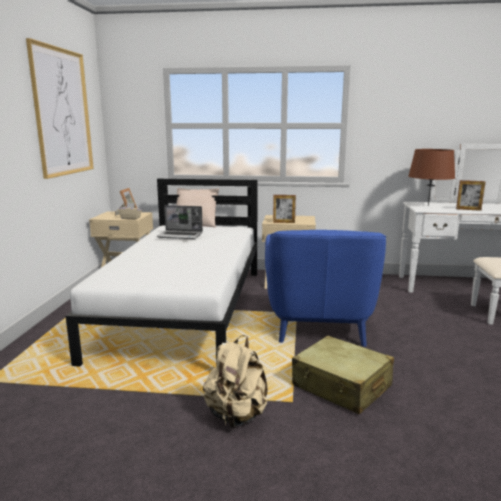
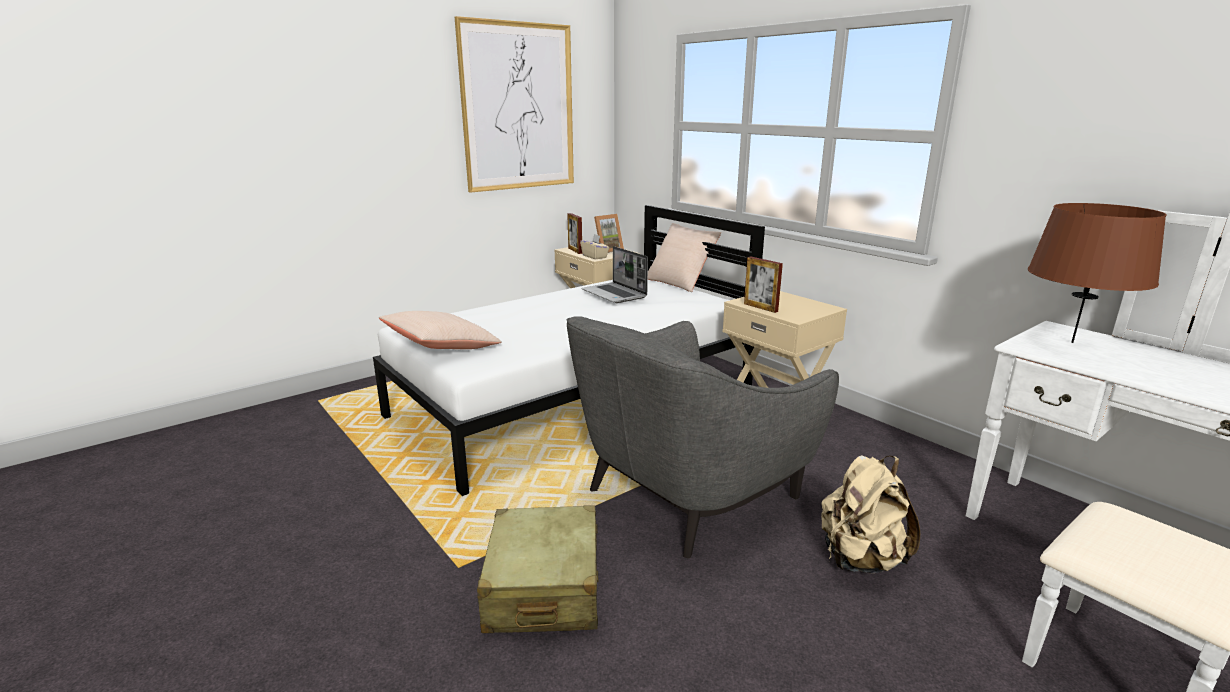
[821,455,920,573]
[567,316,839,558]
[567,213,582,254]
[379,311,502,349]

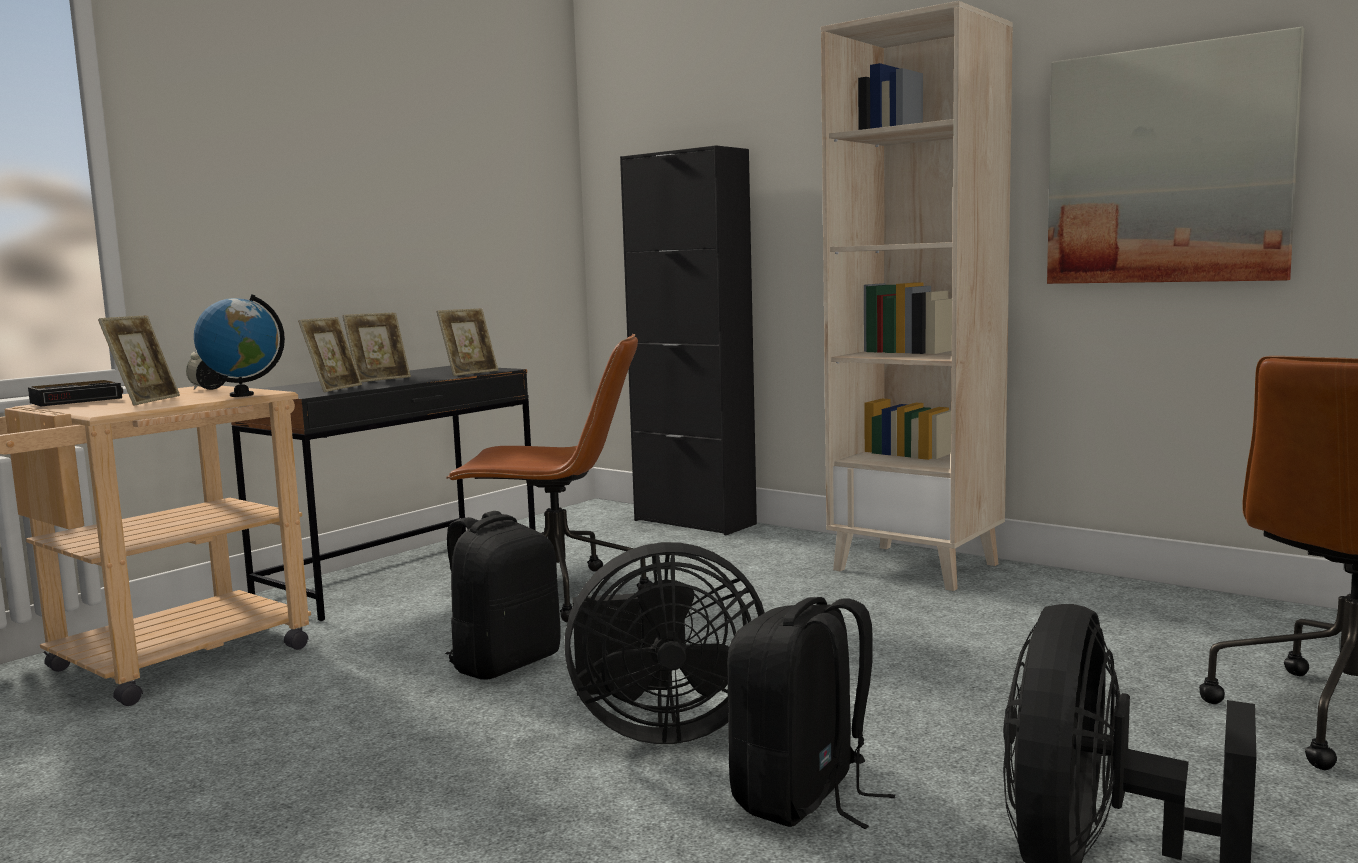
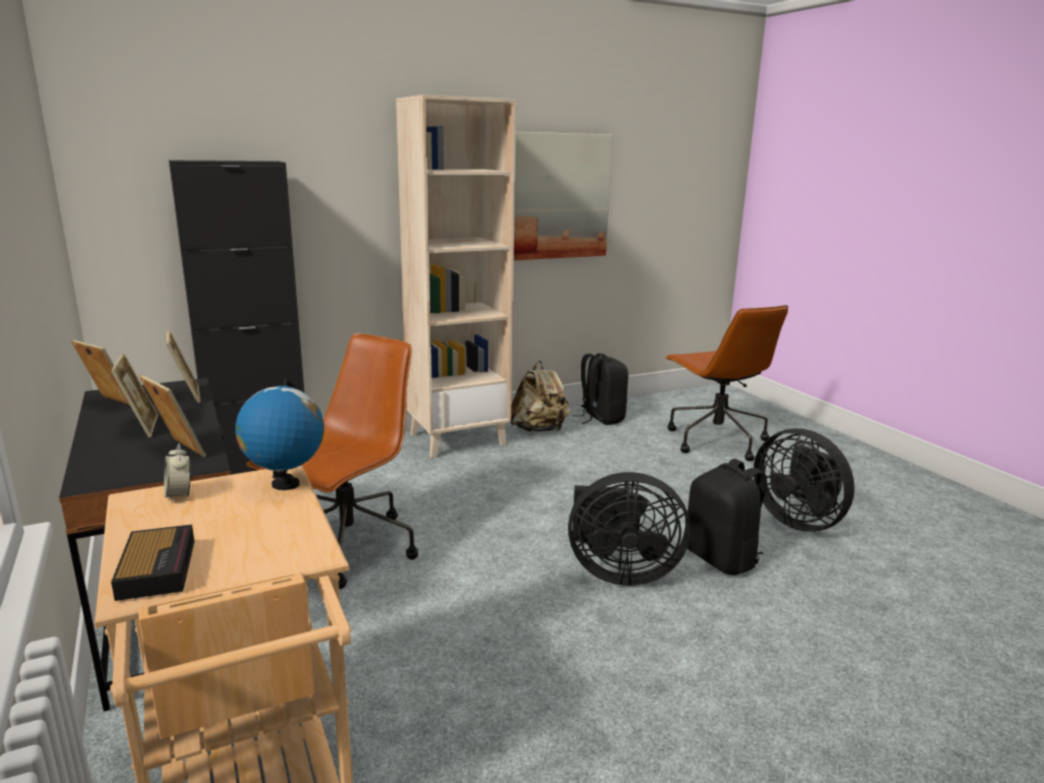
[71,340,130,405]
[572,353,628,425]
[568,472,690,586]
[510,361,571,432]

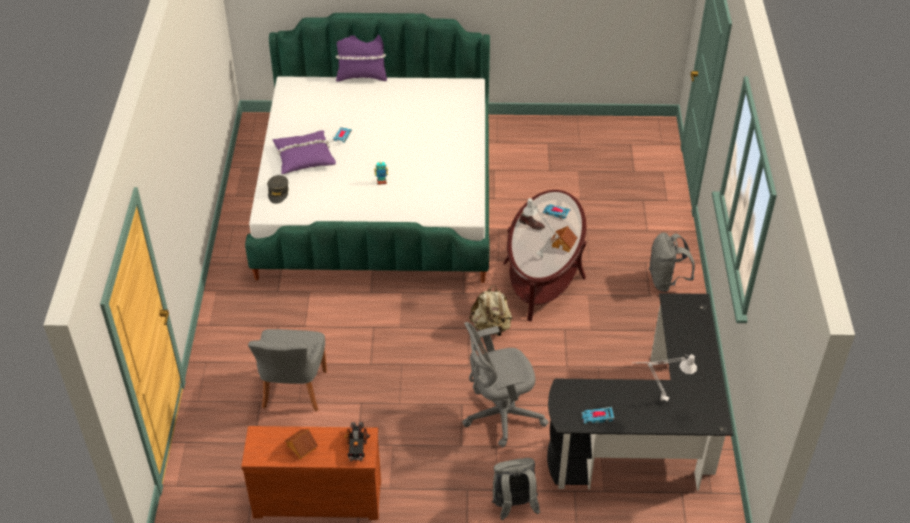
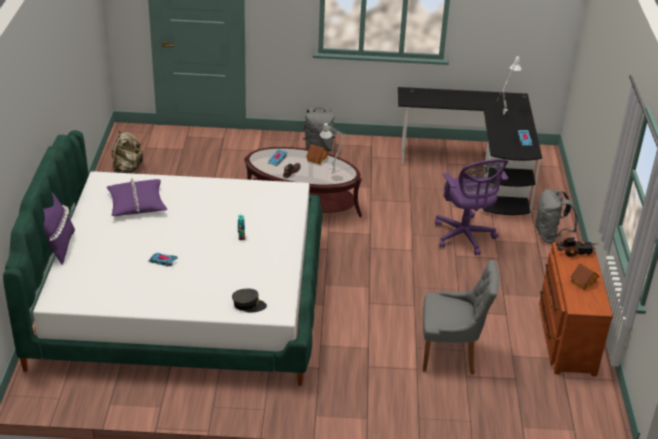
[107,178,167,216]
[435,159,508,255]
[111,131,144,173]

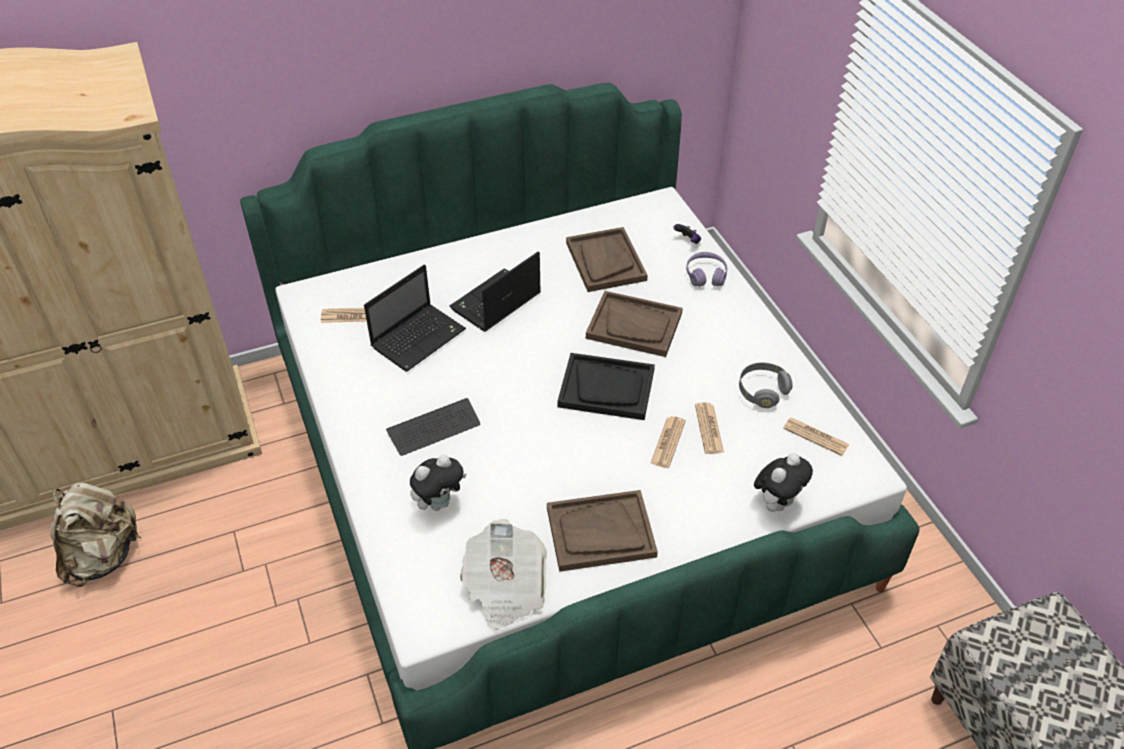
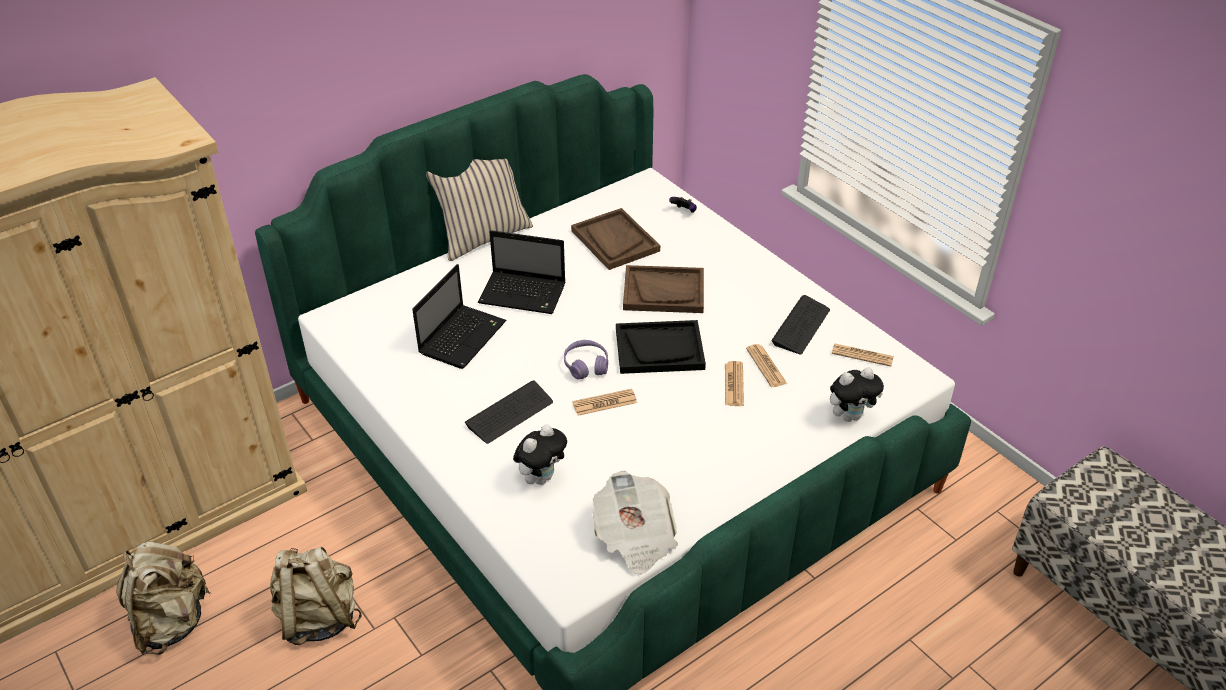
[572,389,637,416]
[478,230,565,314]
[547,490,658,572] (first image)
[564,340,608,380]
[771,295,830,355]
[830,368,884,422]
[270,547,362,645]
[426,159,533,261]

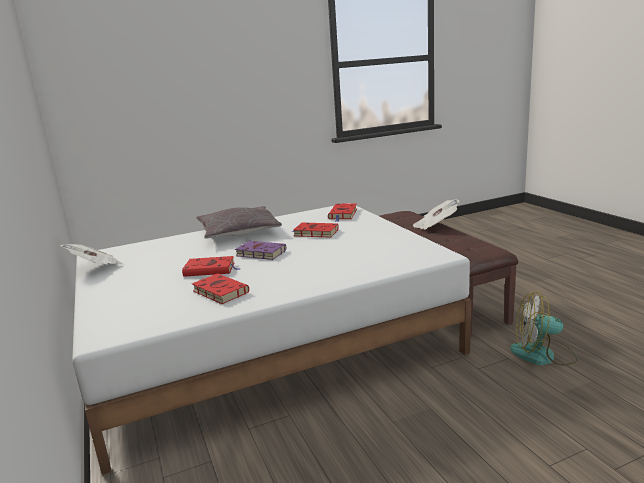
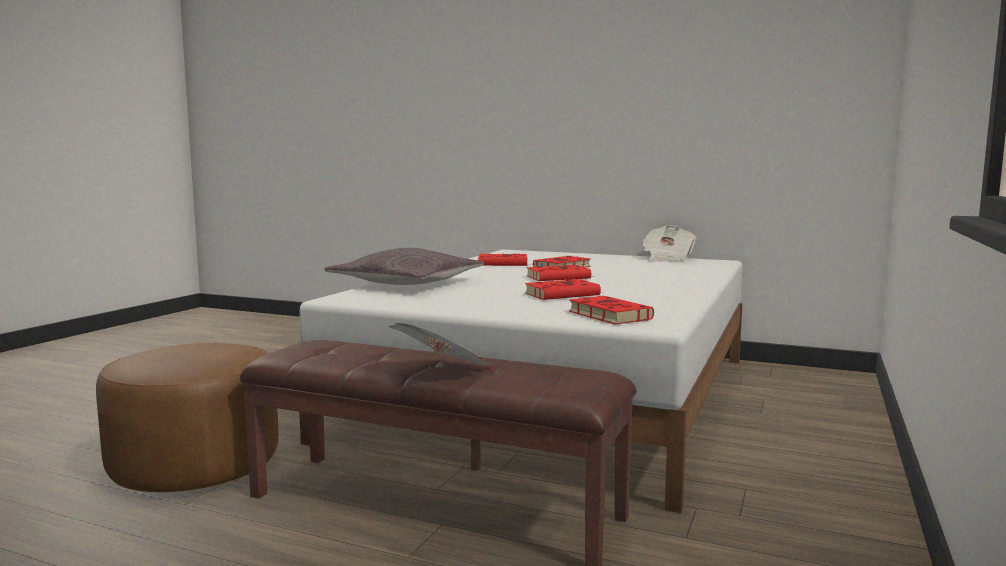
[325,248,484,285]
[527,265,594,281]
[96,343,279,492]

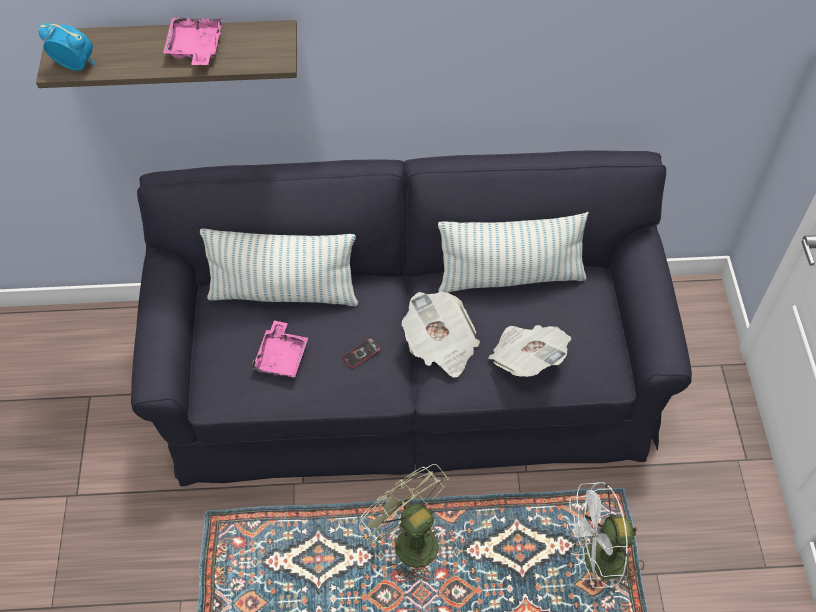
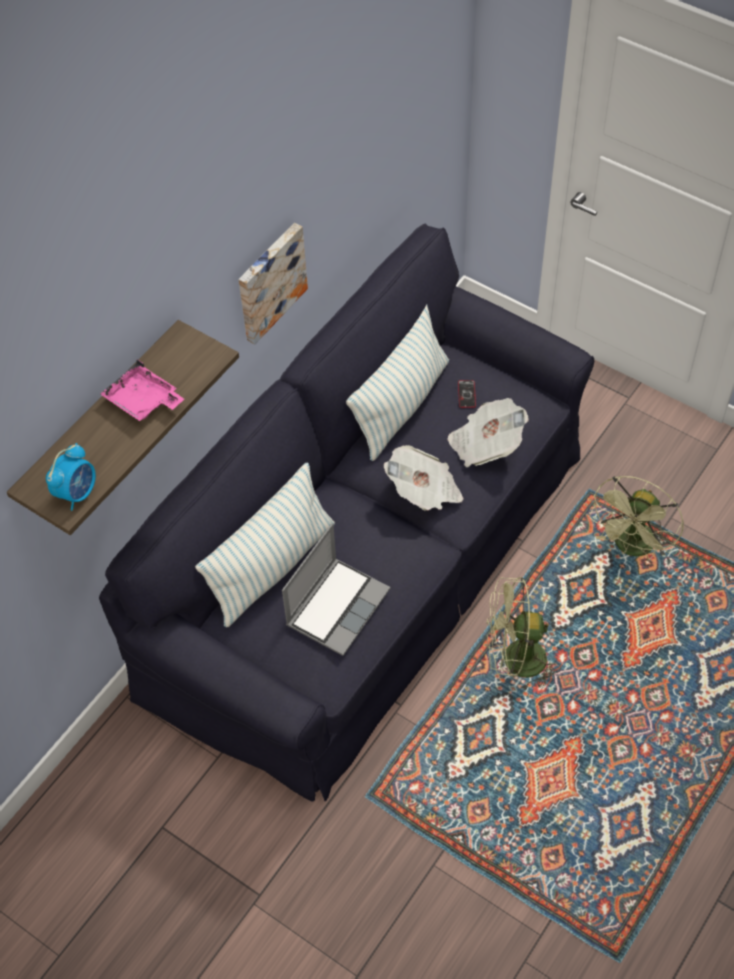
[46,443,96,511]
[282,523,390,656]
[458,380,476,408]
[589,476,684,560]
[238,223,308,344]

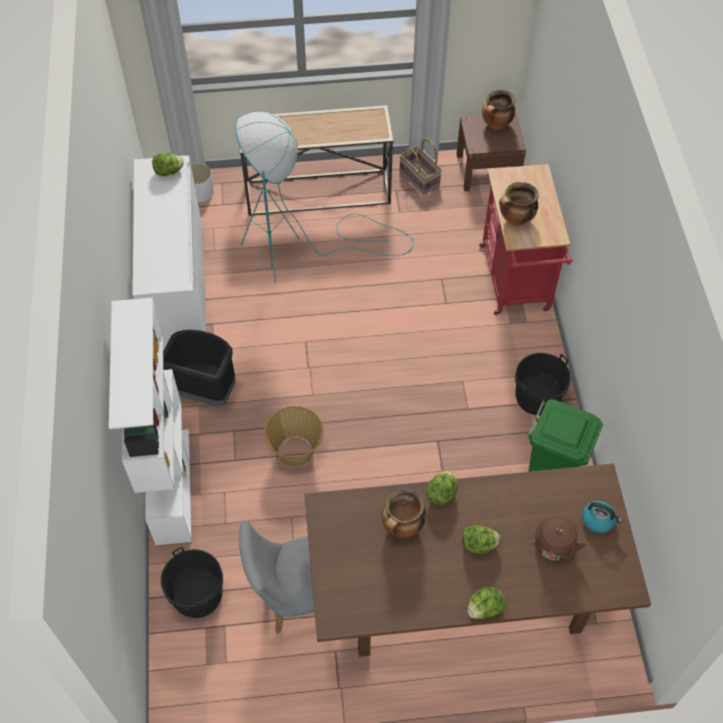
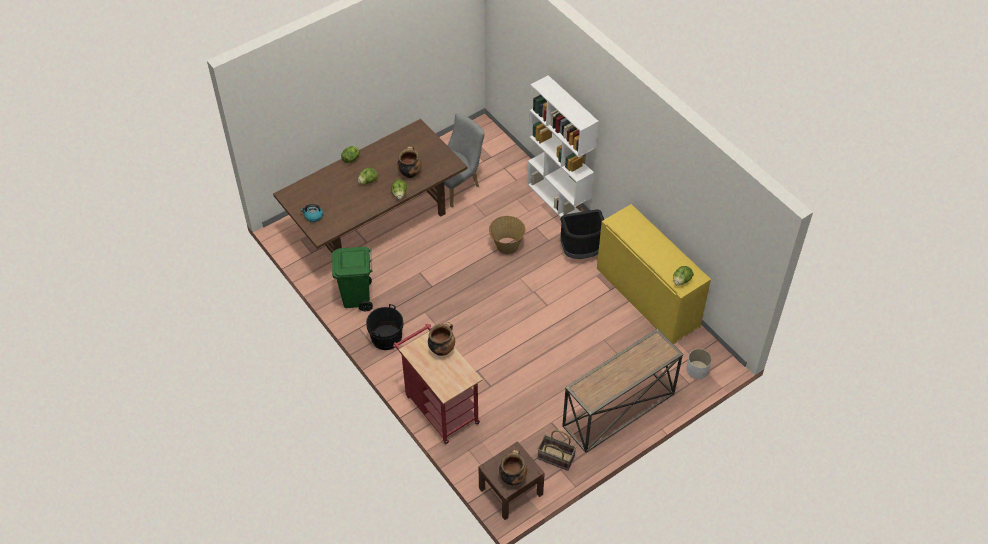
[597,204,711,344]
[160,547,223,618] (first image)
[235,111,414,283] (first image)
[534,516,586,561] (first image)

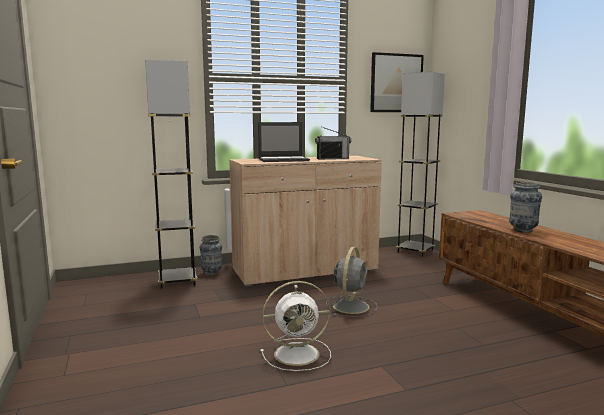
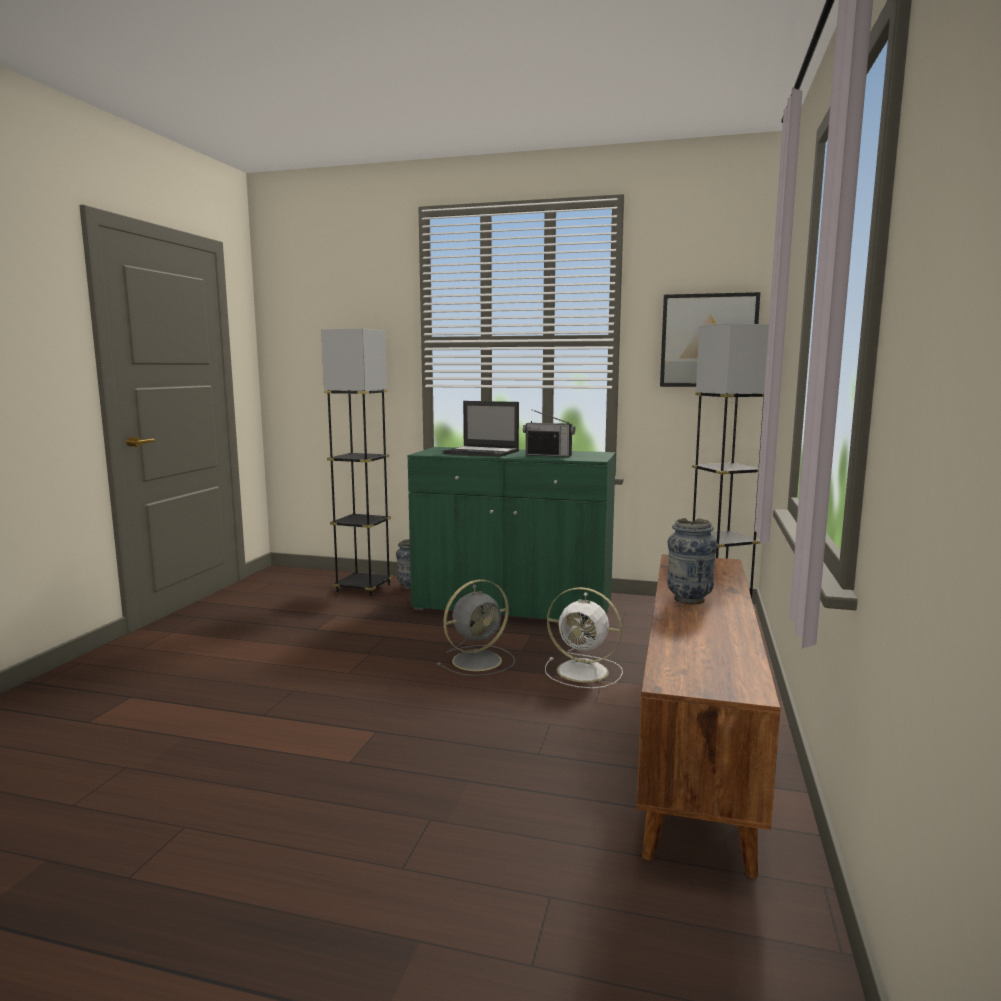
[407,447,616,620]
[545,587,623,689]

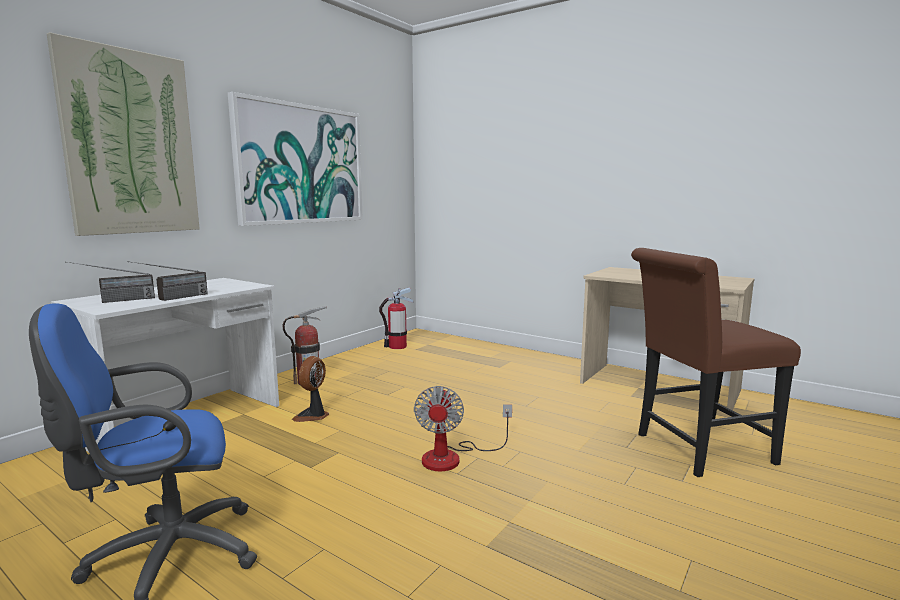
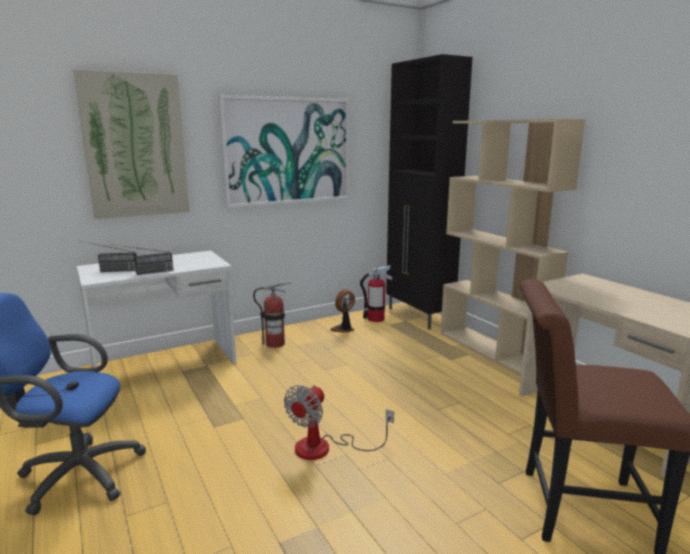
[330,289,355,333]
[386,54,473,329]
[440,119,585,375]

